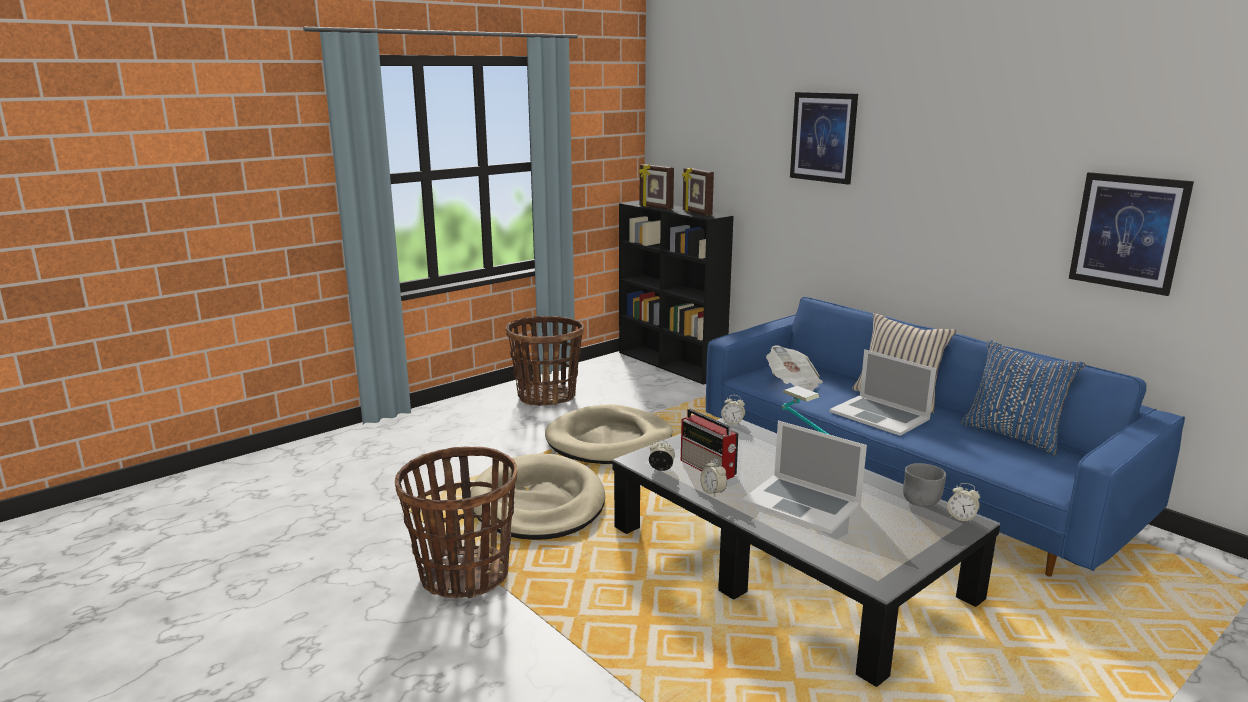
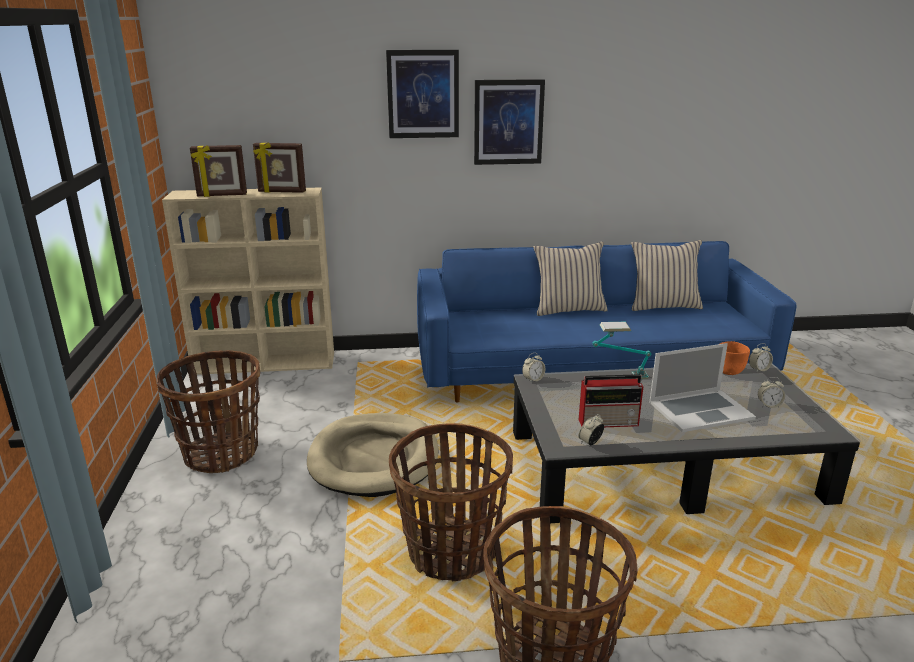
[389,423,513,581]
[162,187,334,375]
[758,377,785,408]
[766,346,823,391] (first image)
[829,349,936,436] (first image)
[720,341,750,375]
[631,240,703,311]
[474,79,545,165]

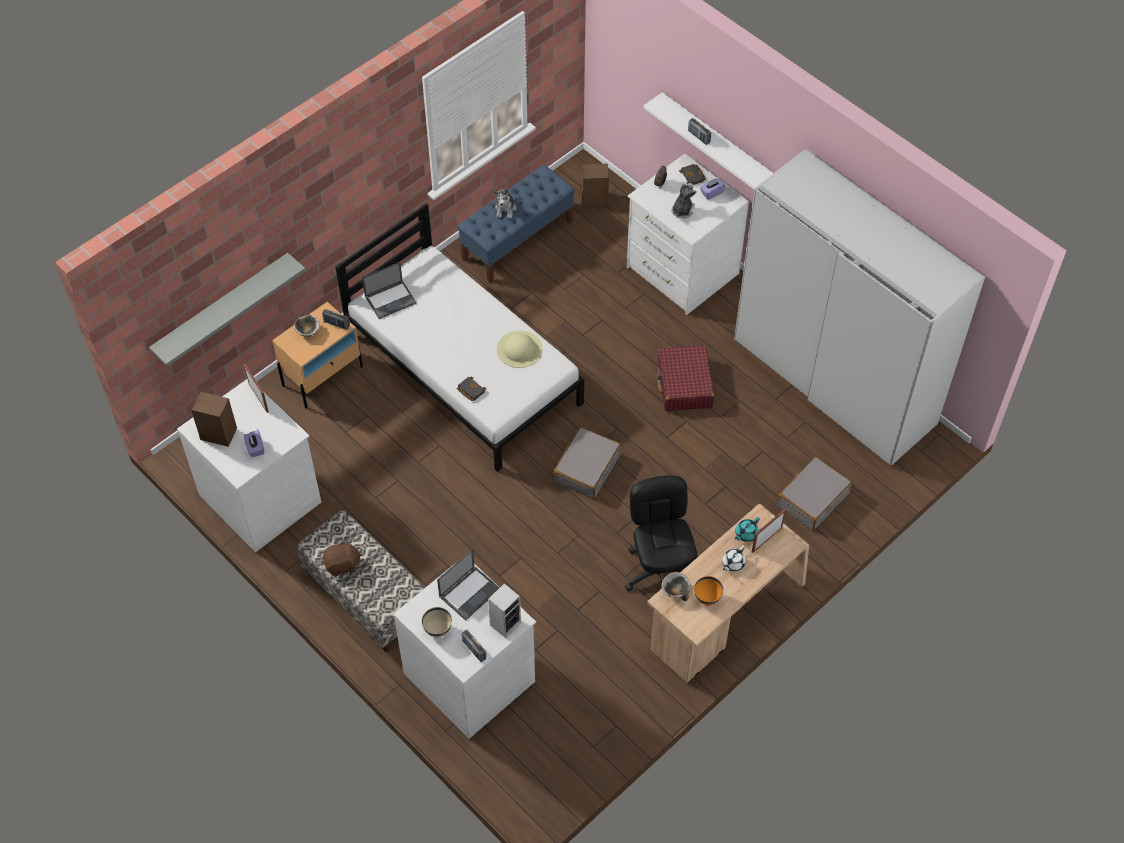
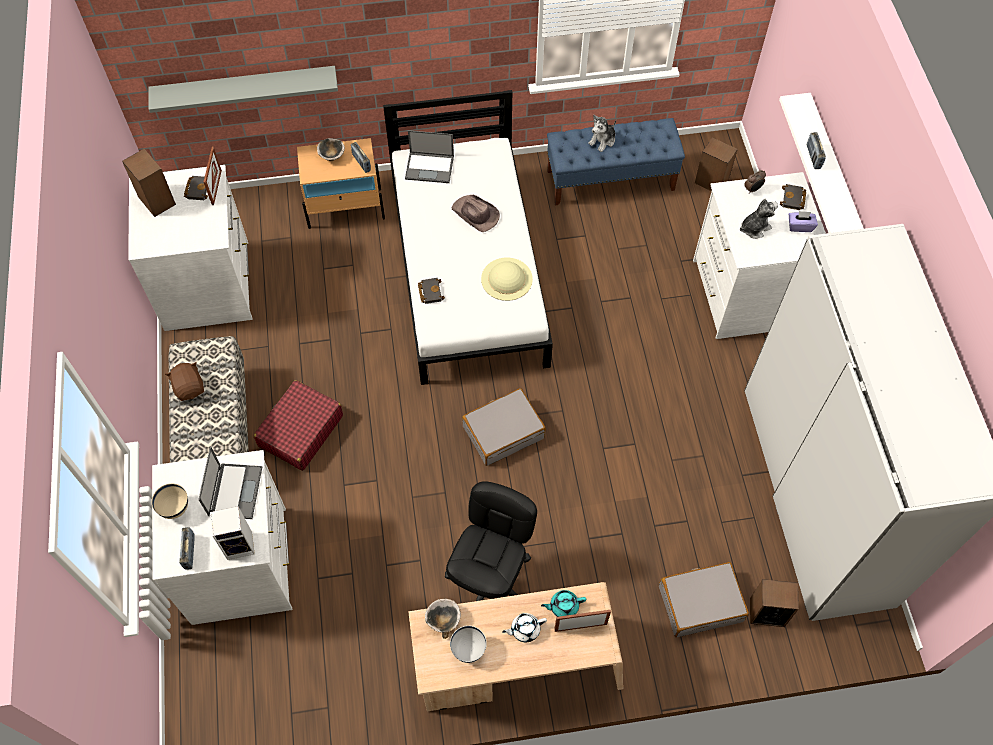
[244,429,264,457] (first image)
[165,362,204,401]
[198,447,262,519]
[254,380,343,471]
[450,626,487,663]
[184,176,208,200]
[452,195,500,232]
[750,579,799,627]

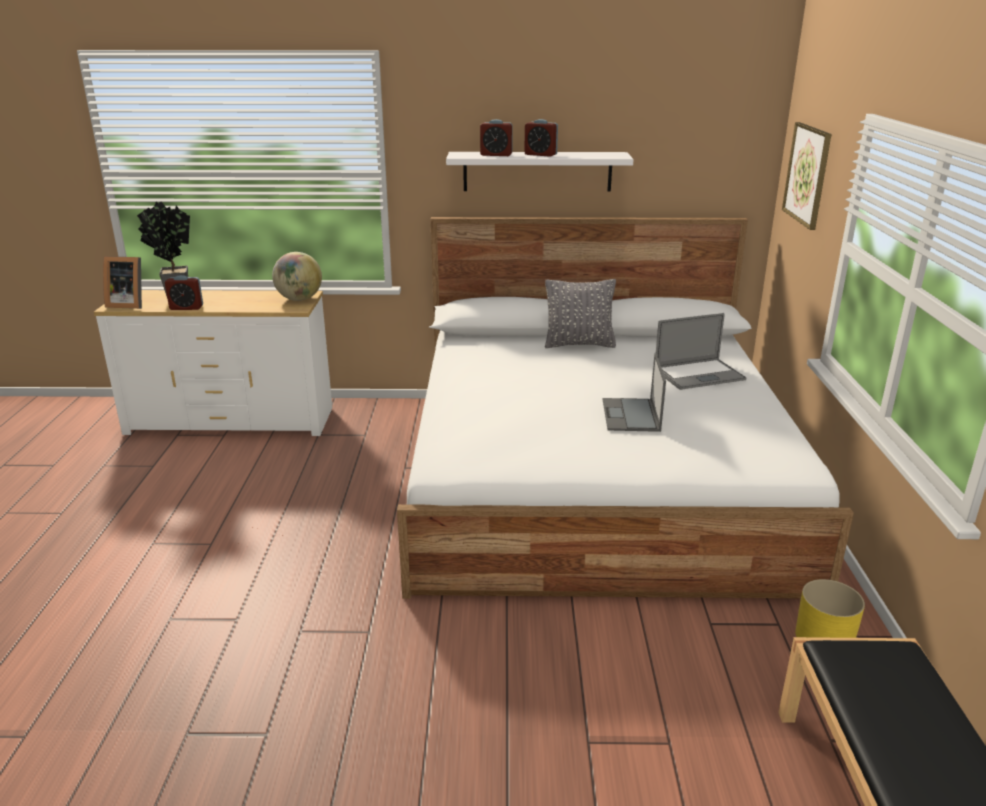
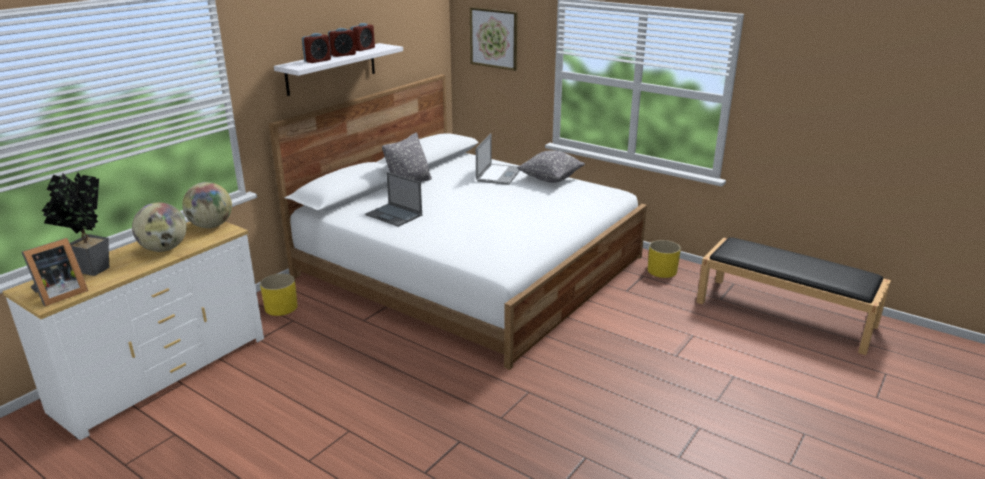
[350,23,375,51]
[365,172,422,227]
[132,202,186,252]
[260,274,298,316]
[517,150,585,183]

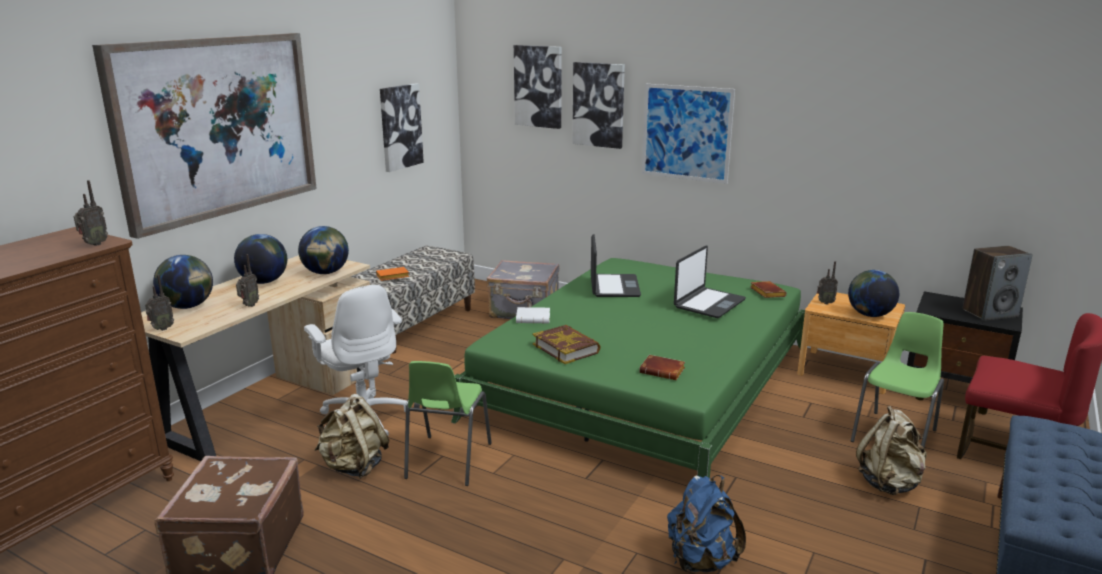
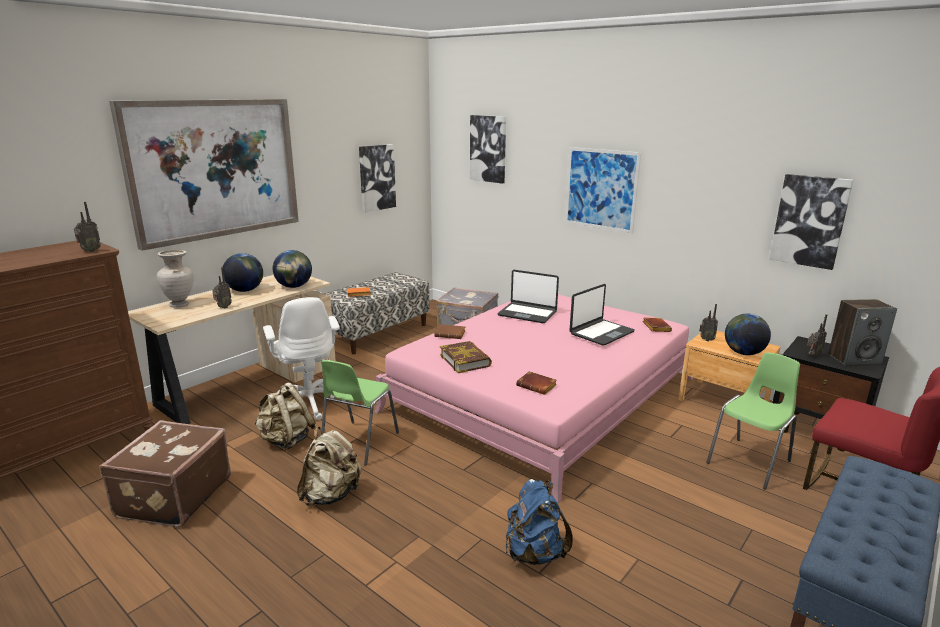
[807,314,827,358]
[157,250,194,307]
[375,295,693,503]
[435,324,466,339]
[769,174,853,270]
[498,270,559,323]
[297,427,362,506]

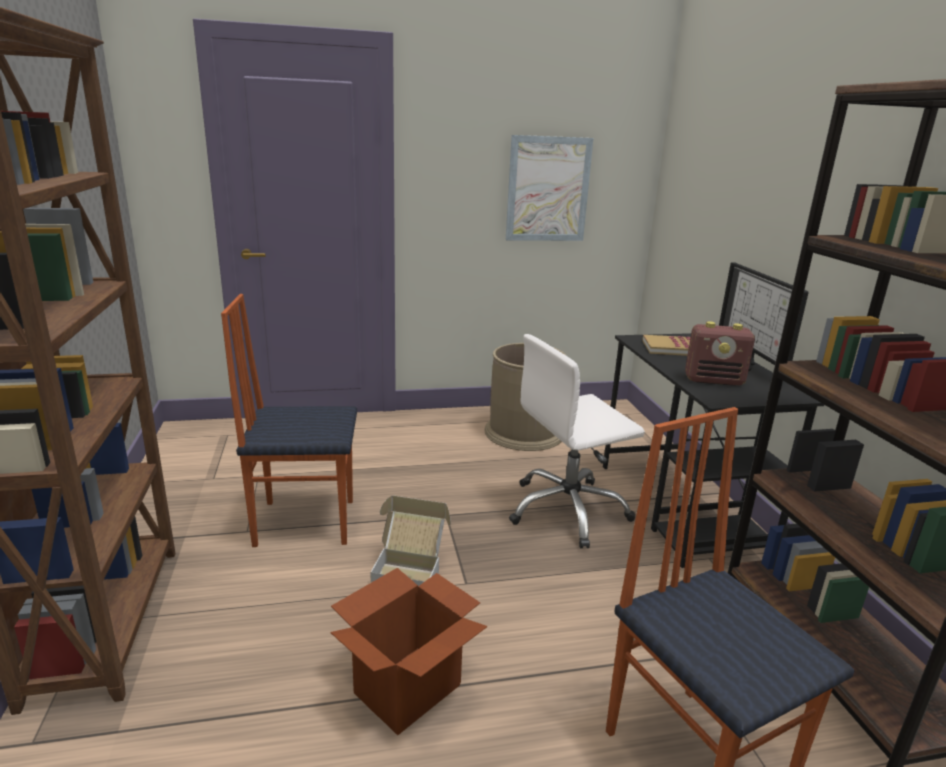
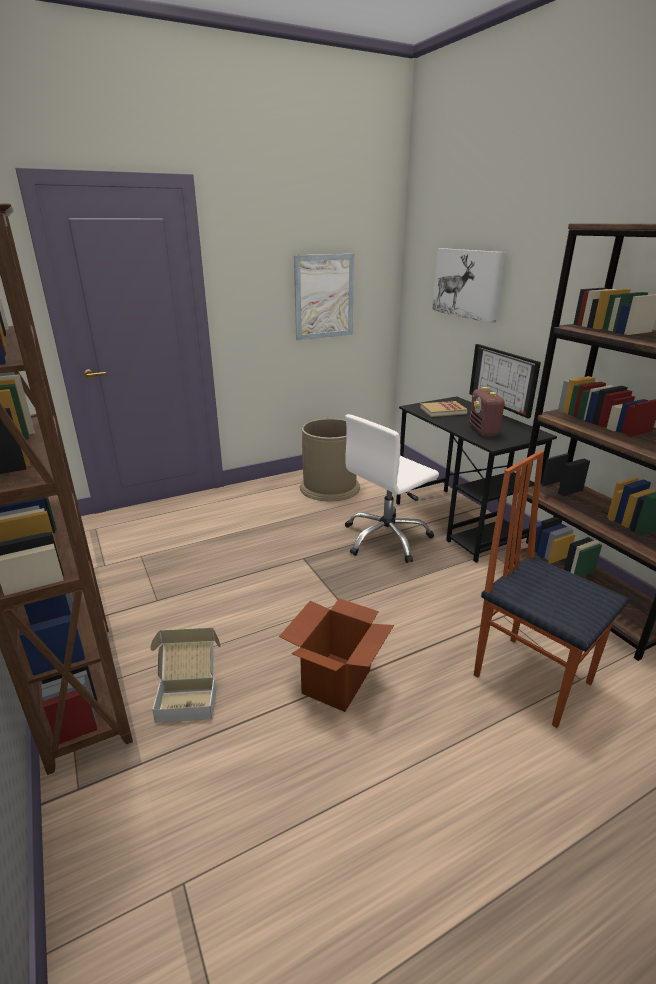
[221,294,357,547] (first image)
[150,627,220,723]
[469,387,507,437]
[432,248,506,323]

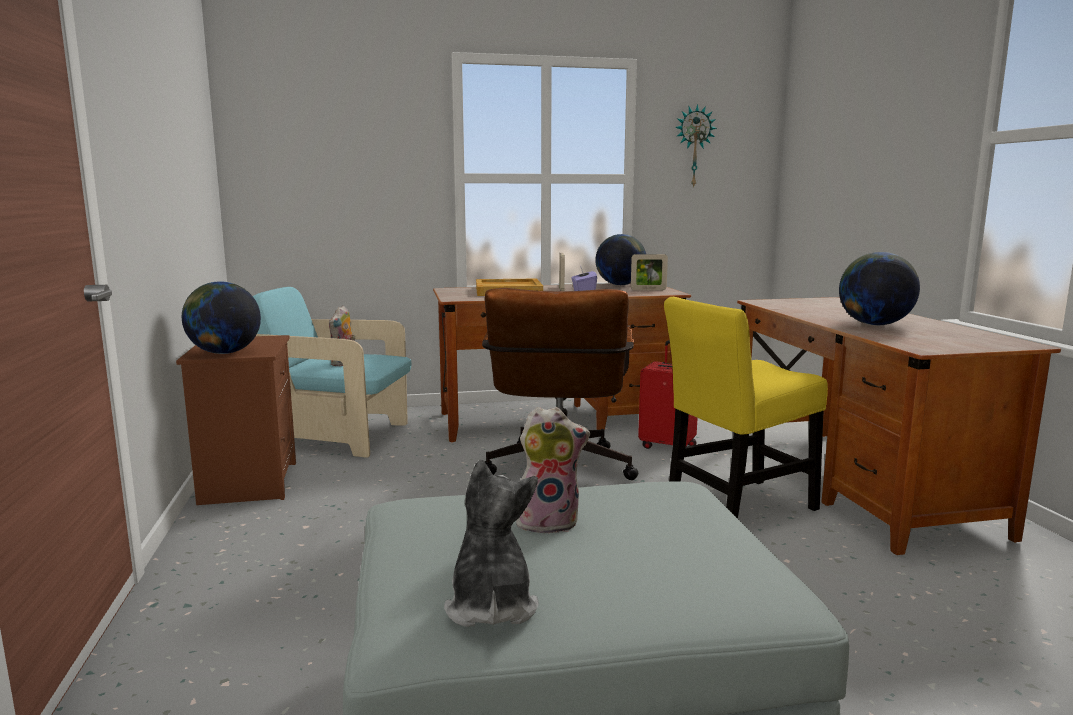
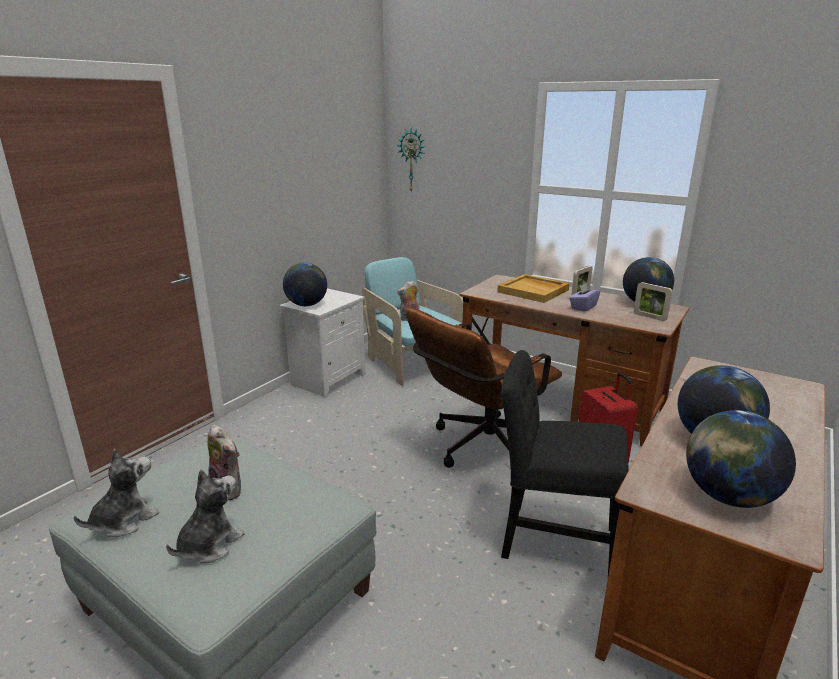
[279,288,366,398]
[501,350,629,575]
[397,128,425,193]
[166,469,245,564]
[686,410,796,508]

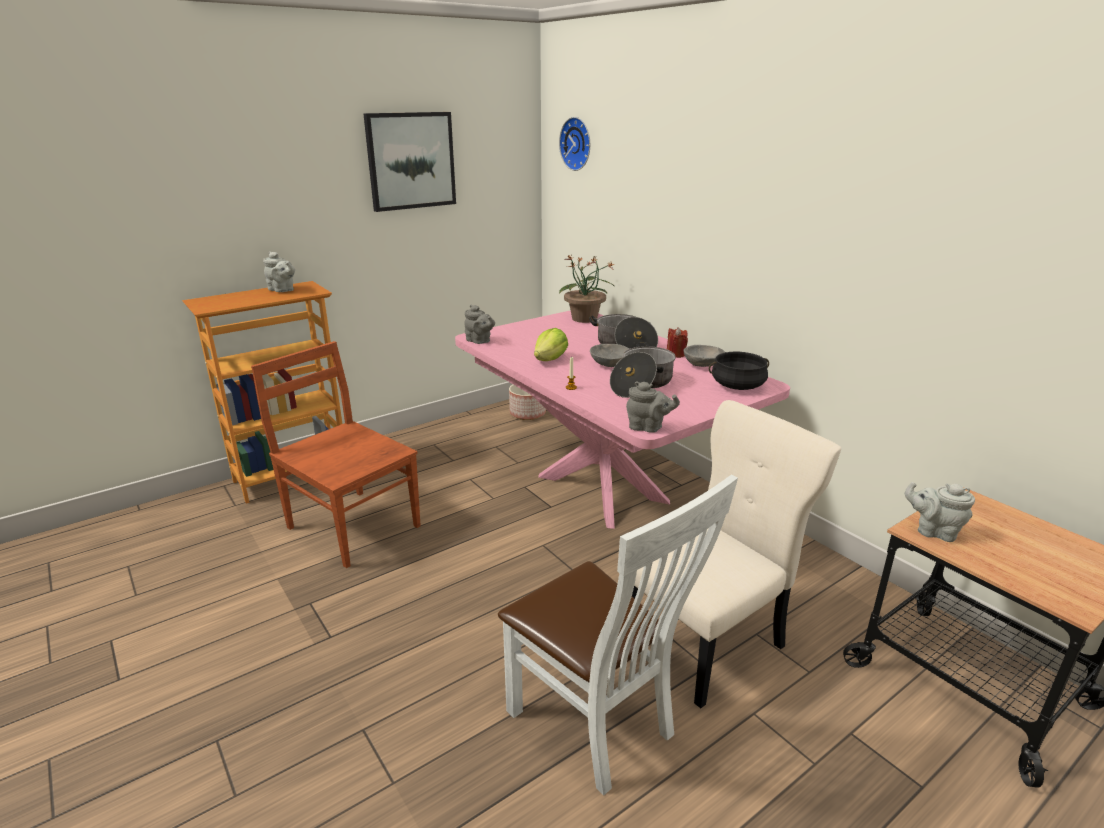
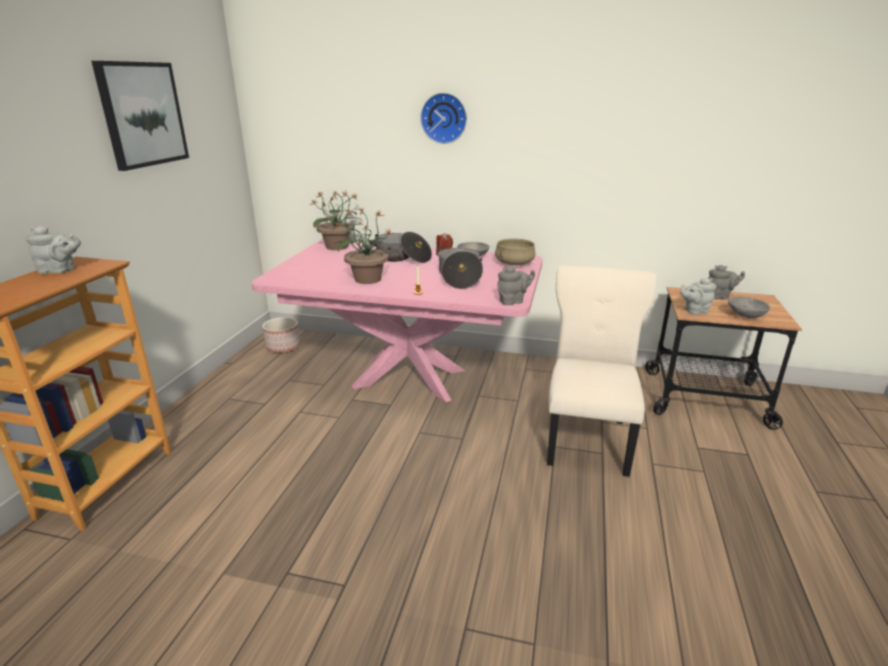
[251,341,421,568] (first image)
[708,265,745,299]
[498,474,738,796] (first image)
[334,207,393,284]
[420,93,467,144]
[728,296,770,318]
[495,238,536,265]

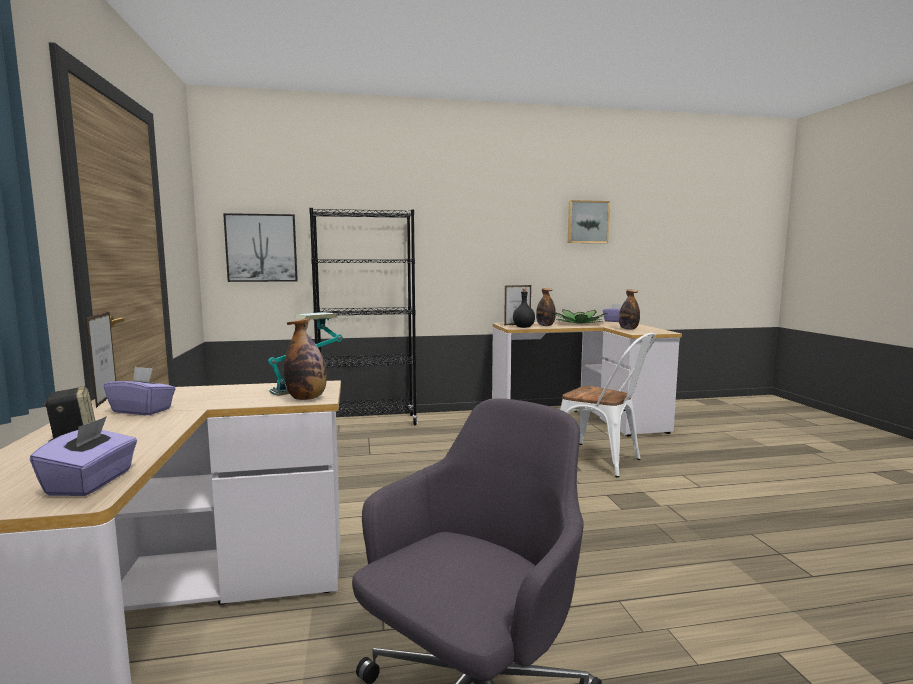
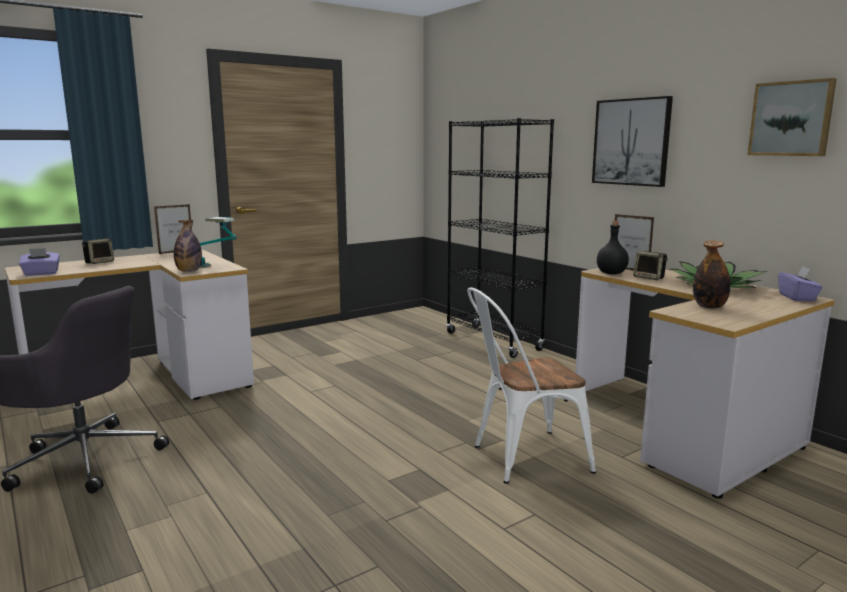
[104,367,176,415] (first image)
[592,96,673,187]
[633,251,668,280]
[467,287,596,484]

